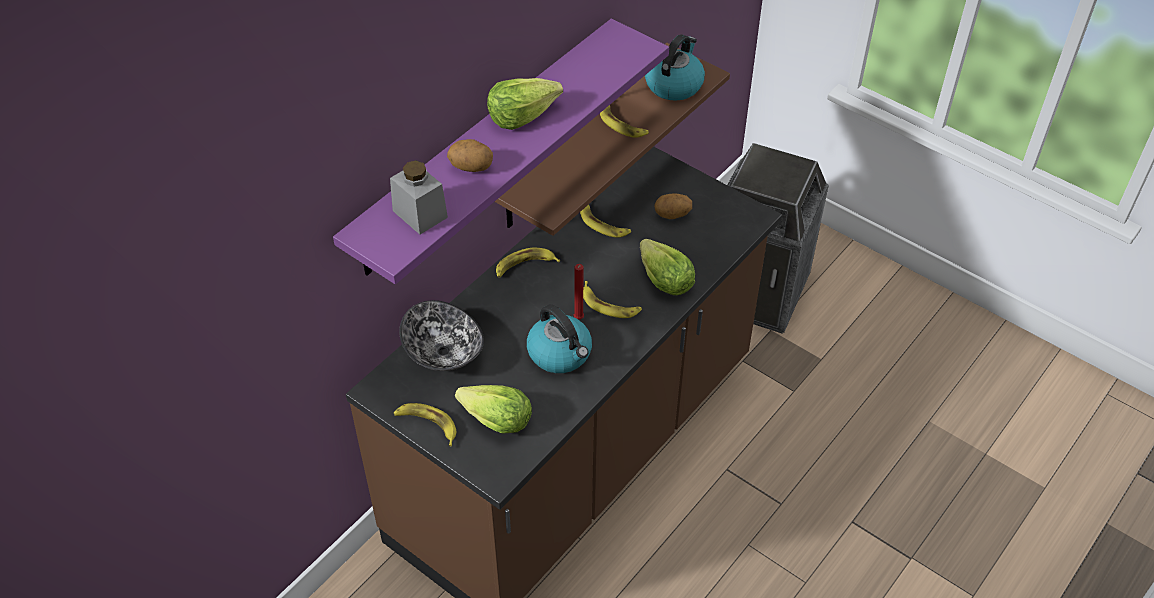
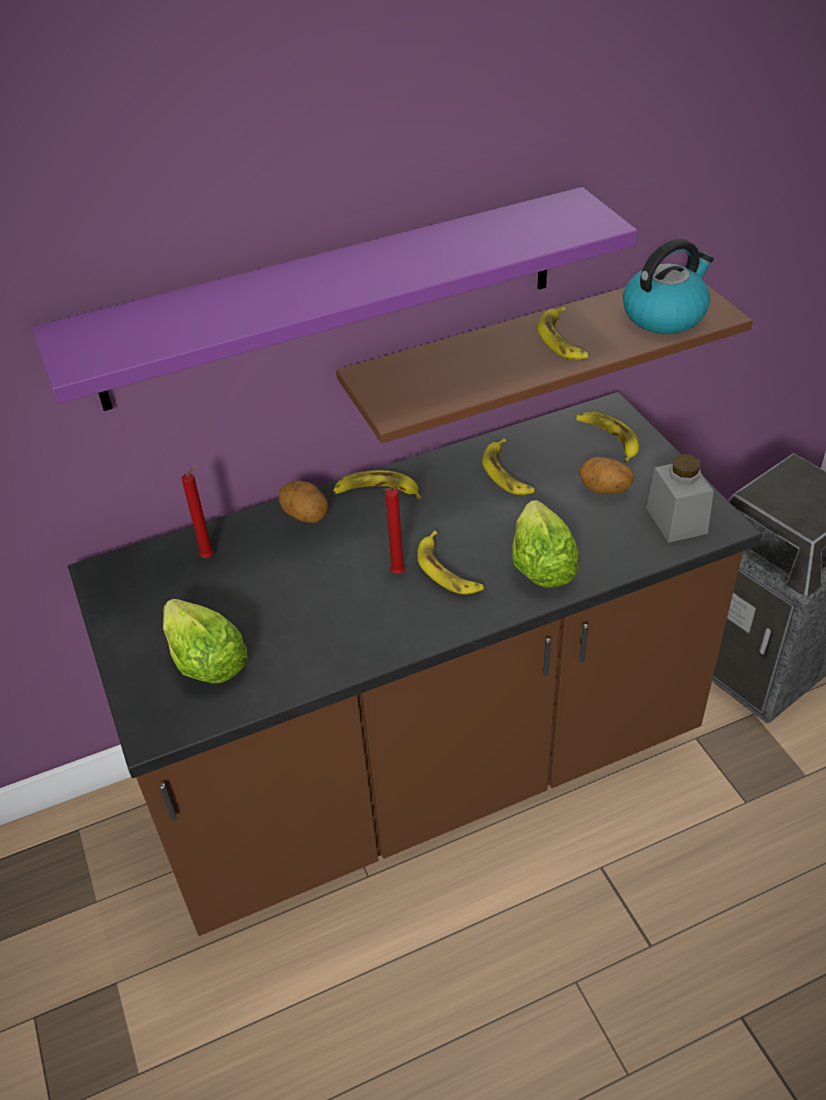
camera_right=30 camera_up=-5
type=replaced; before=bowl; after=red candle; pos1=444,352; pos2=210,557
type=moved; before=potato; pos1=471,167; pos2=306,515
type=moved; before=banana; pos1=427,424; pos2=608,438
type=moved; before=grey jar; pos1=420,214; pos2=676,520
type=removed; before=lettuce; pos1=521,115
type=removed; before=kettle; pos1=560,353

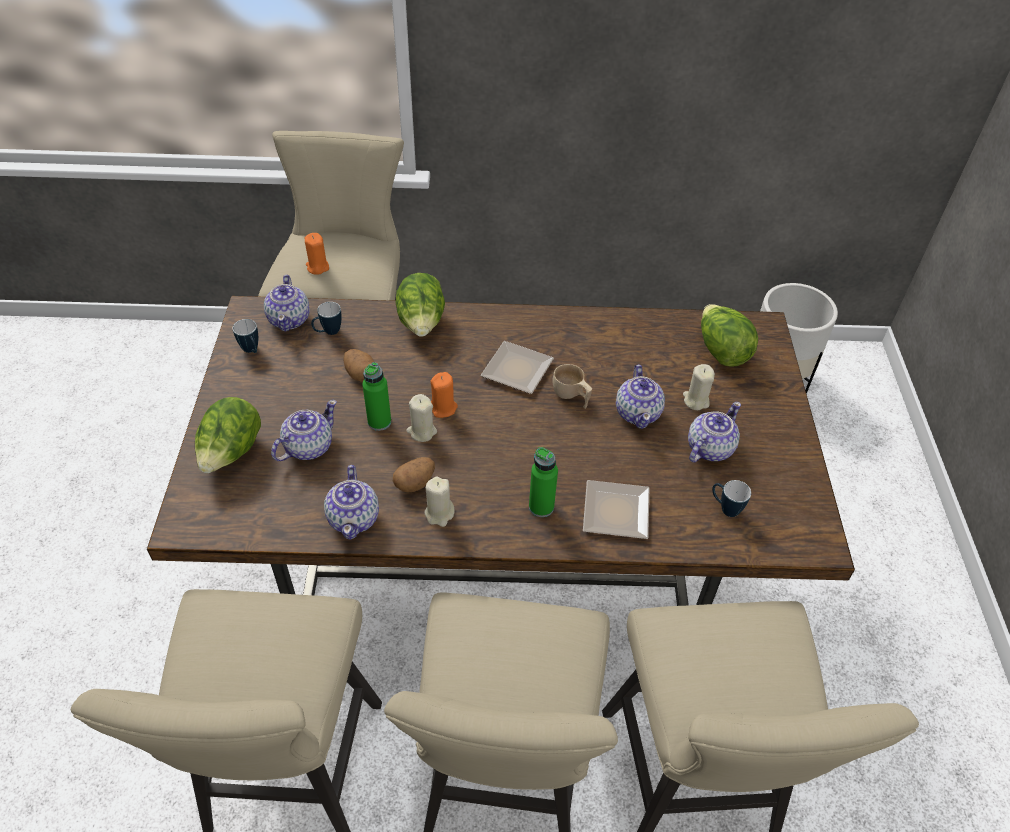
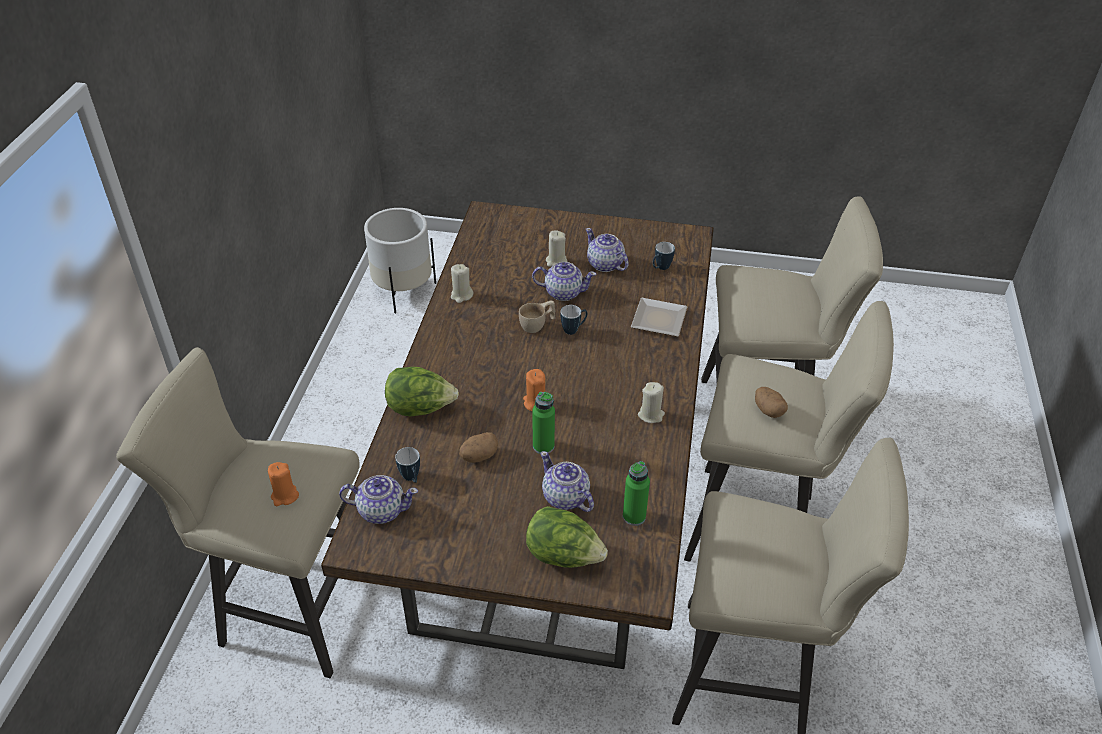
camera_right=-80 camera_up=-5
type=moved; before=beige candle; pos1=421,431; pos2=461,295
type=moved; before=mug; pos1=252,351; pos2=574,330
type=moved; before=green bottle; pos1=541,507; pos2=634,516
type=moved; before=potato; pos1=415,483; pos2=768,410
type=removed; before=teapot; pos1=354,518
type=removed; before=plate; pos1=514,371
type=removed; before=lettuce; pos1=721,351

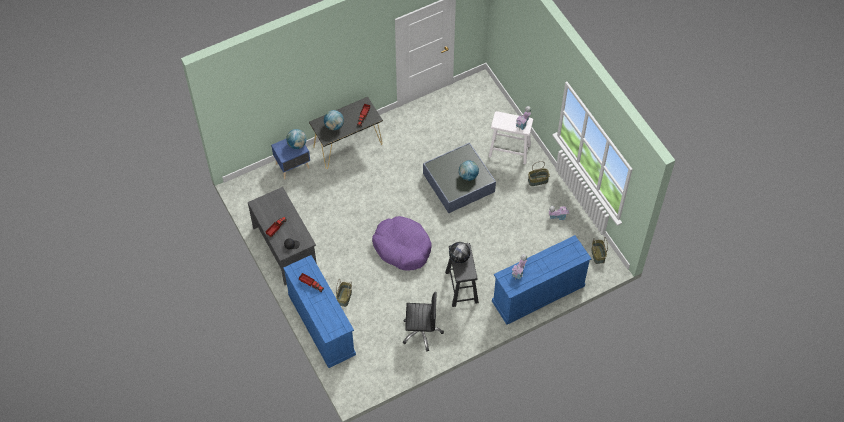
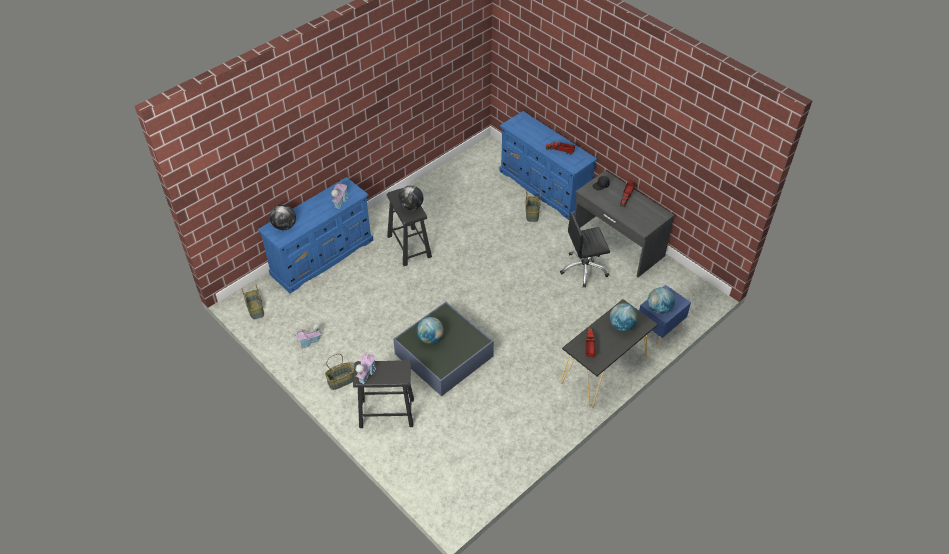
camera_right=165 camera_up=-10
type=added; after=globe; pos2=285,226
type=recoloured; before=white stool; after=black stool; pos1=509,150; pos2=386,412
type=moved; before=black office chair; pos1=421,332; pos2=584,269
type=removed; before=purple dog bed; pos1=402,247

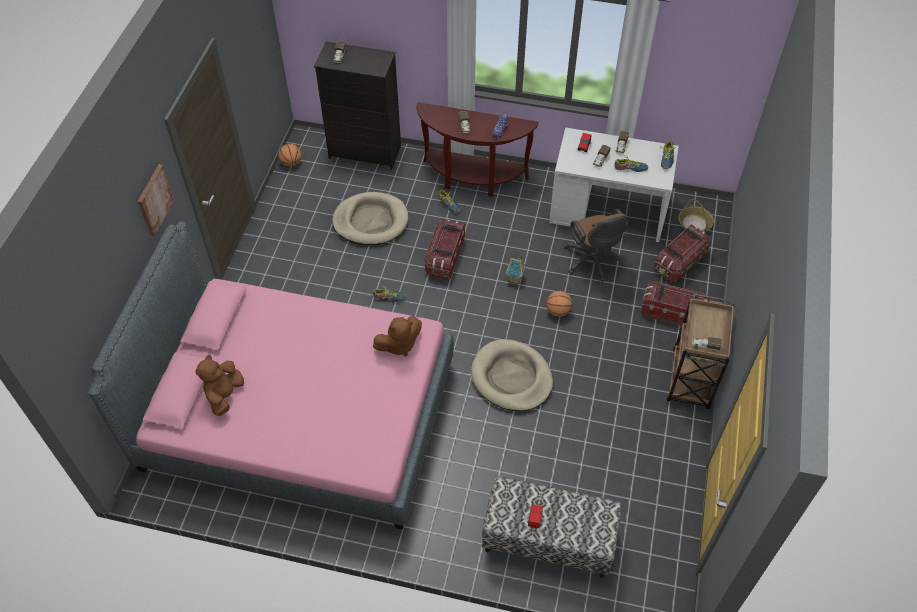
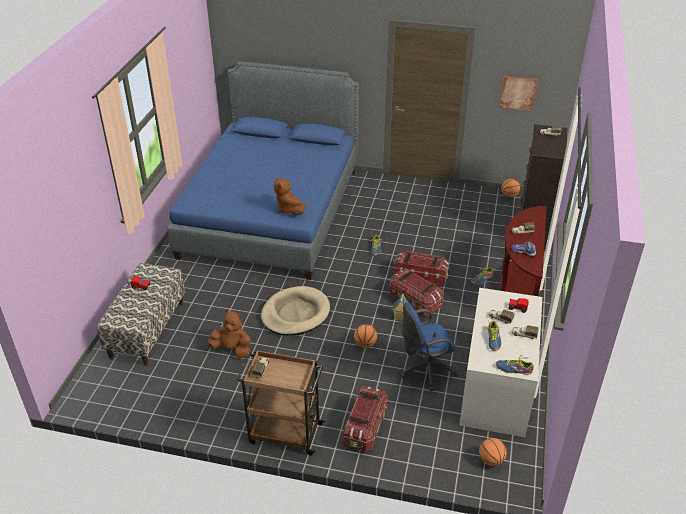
camera_right=90 camera_up=-15
type=recoloured; before=pink bed; after=blue bed; pos1=298,416; pos2=271,212
type=moved; before=brown plush toy; pos1=224,395; pos2=232,349
type=moved; before=storage box; pos1=680,262; pos2=414,301
type=recoloured; before=brown office chair; after=blue office chair; pos1=592,262; pos2=425,370
type=replaced; before=basket; after=basketball; pos1=694,224; pos2=491,460
type=moved; before=picture; pos1=154,200; pos2=518,92
type=removed; before=beige dog bed; pos1=371,221

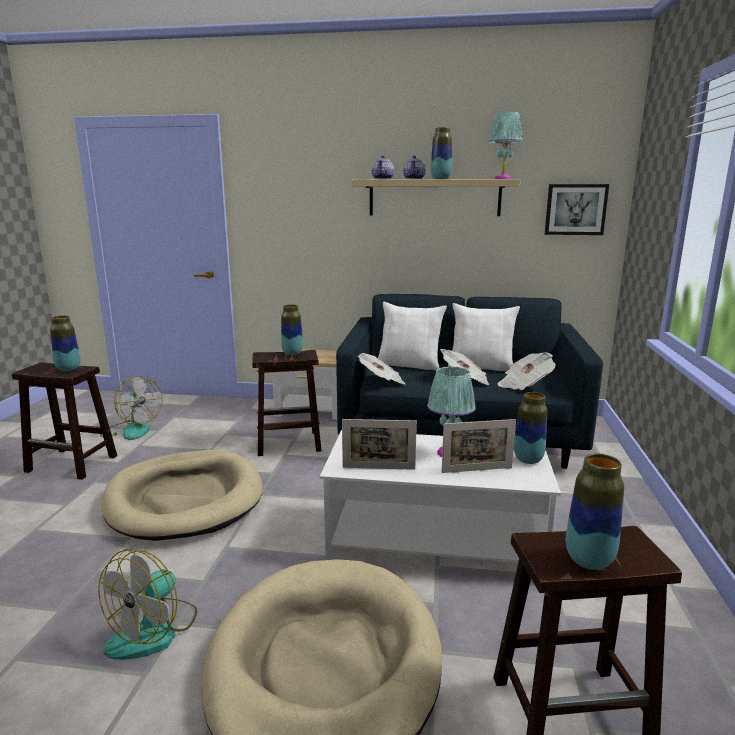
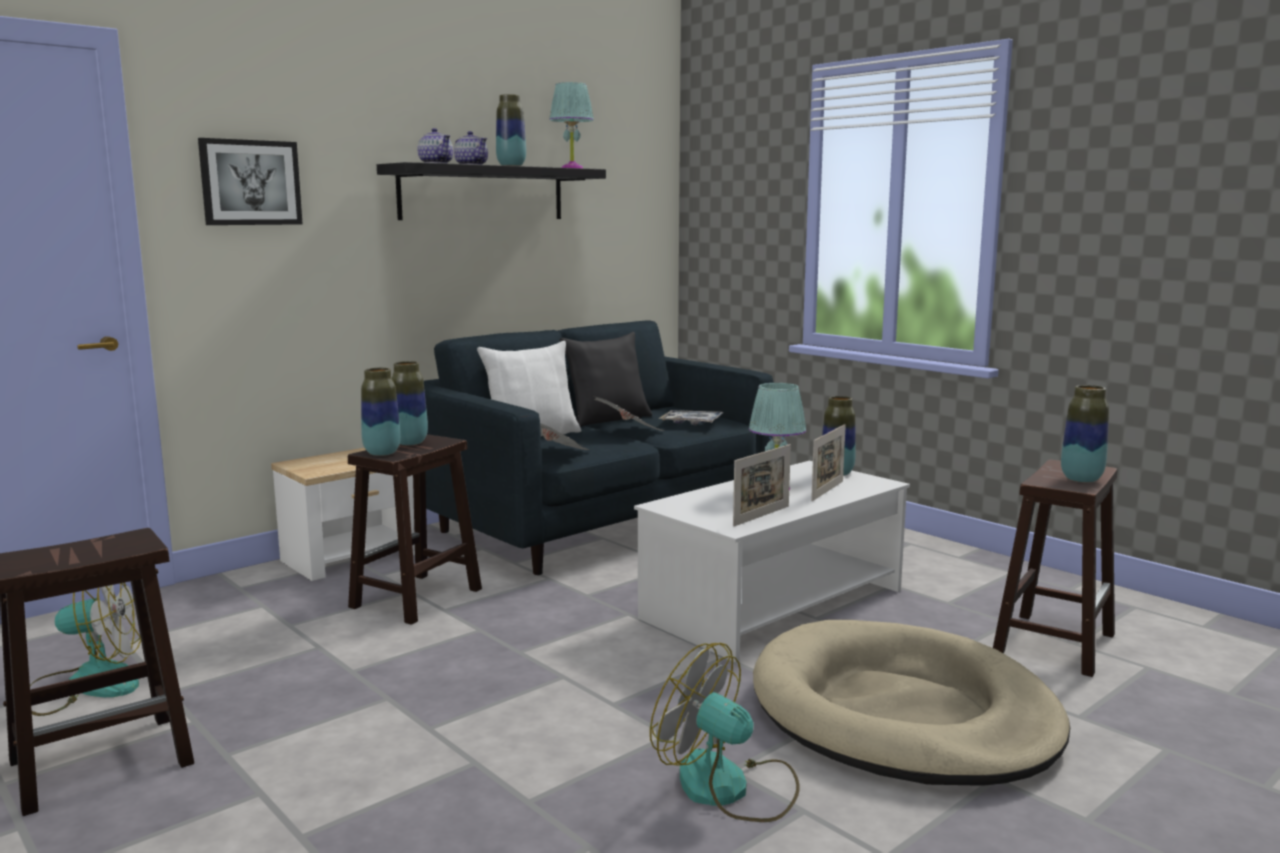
camera_right=-50 camera_up=-5
type=moved; before=picture; pos1=575,209; pos2=250,182
type=moved; before=vase; pos1=68,369; pos2=382,453
type=recoloured; before=beige shelf; after=black shelf; pos1=434,198; pos2=483,193
type=recoloured; before=white pillow; after=black pillow; pos1=481,367; pos2=607,419
type=turned; before=fan; pos1=154,631; pos2=729,788; turn=150
type=replaced; before=newspaper; after=tray; pos1=524,385; pos2=691,423
type=removed; before=beige dog bed; pos1=185,499

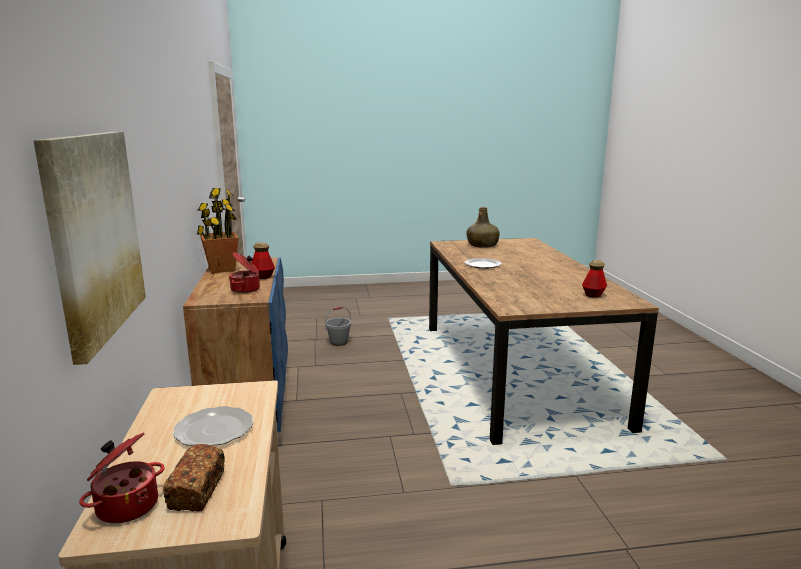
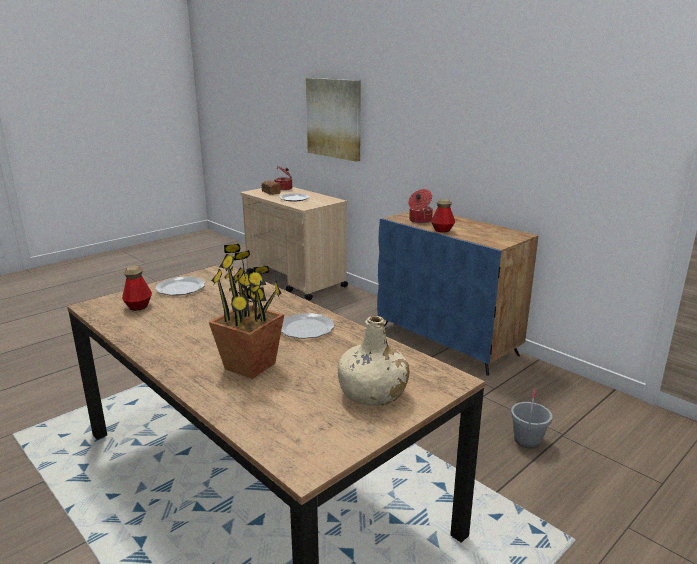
camera_right=145 camera_up=5
type=added; after=plate; pos2=181,288
type=moved; before=potted plant; pos1=221,269; pos2=250,365
type=recoloured; before=green bottle; after=beige bottle; pos1=482,245; pos2=372,393

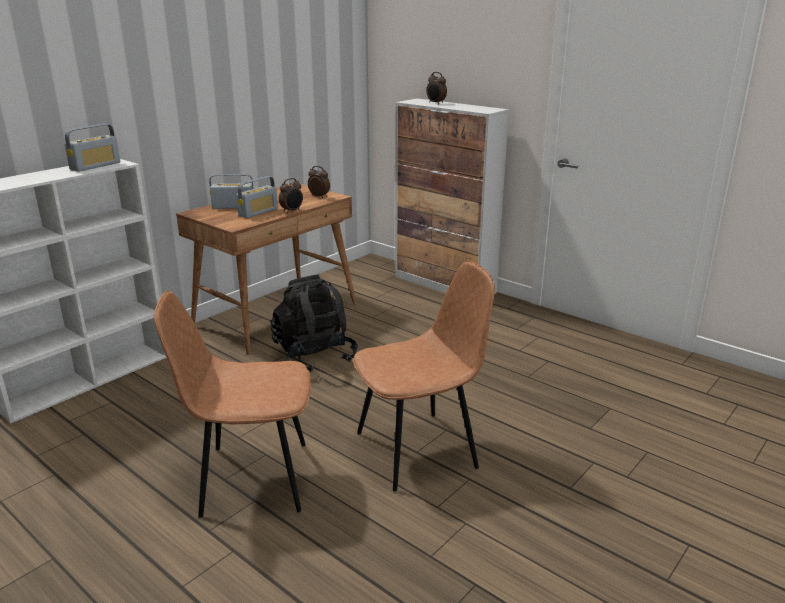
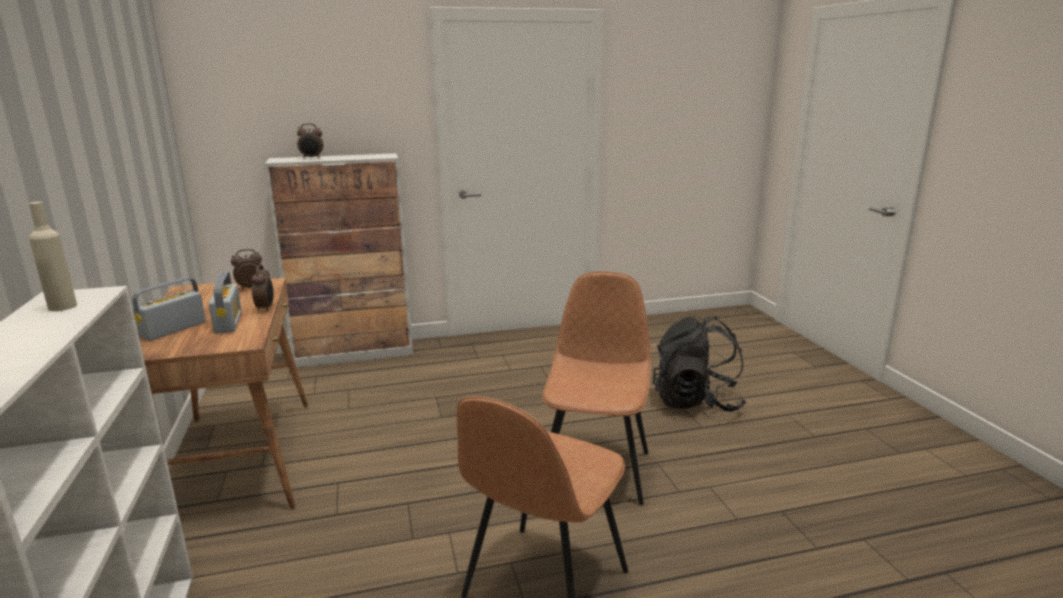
camera_right=-55 camera_up=-5
type=replaced; before=radio; after=beige bottle; pos1=95,166; pos2=62,307
type=moved; before=black backpack; pos1=314,356; pos2=696,402

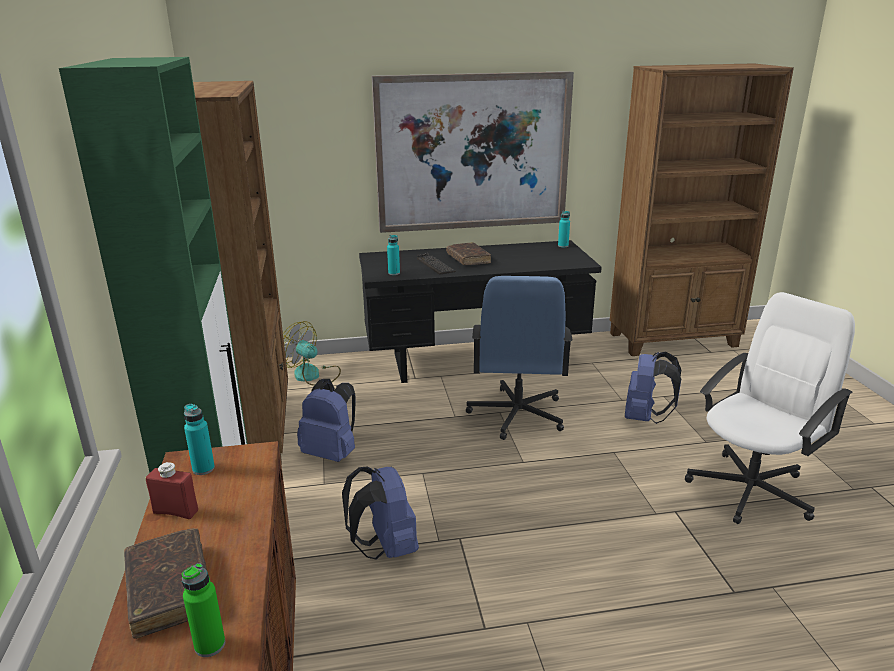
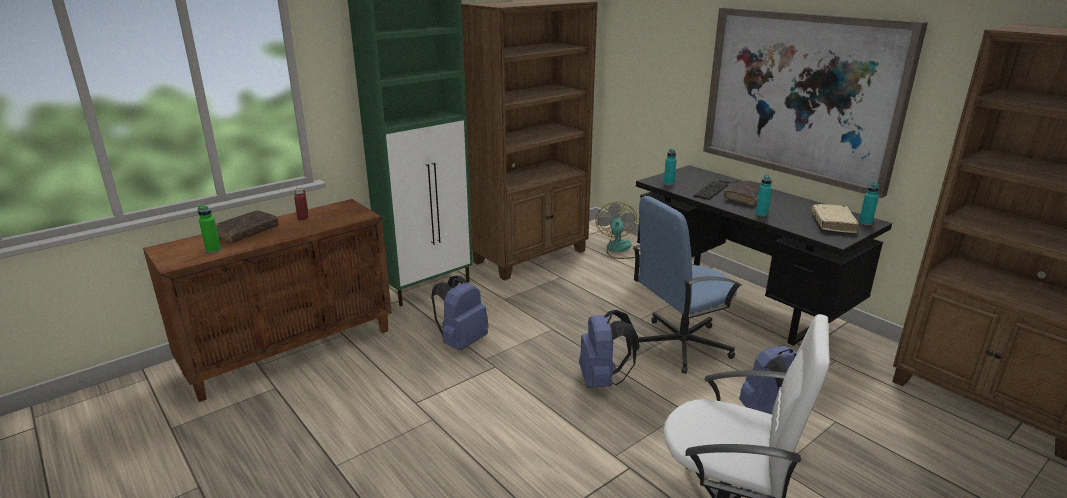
camera_right=60 camera_up=0
type=moved; before=blue backpack; pos1=332,453; pos2=602,380
type=moved; before=turquoise bottle; pos1=203,469; pos2=761,214
type=added; after=beige book; pos2=833,223

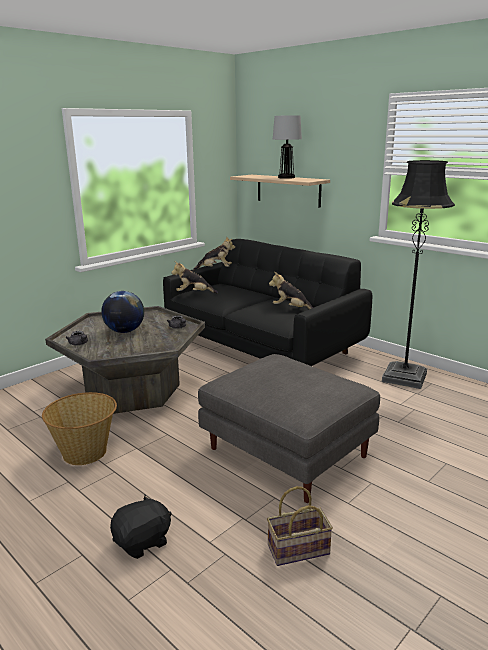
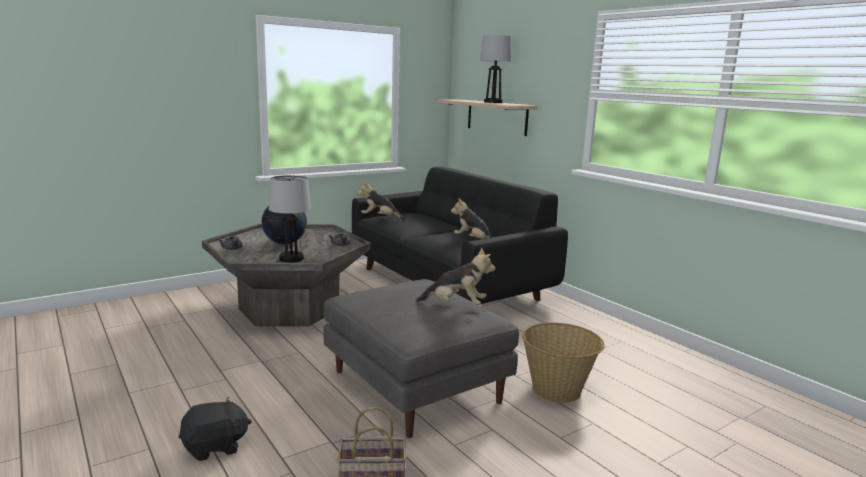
camera_right=10 camera_up=-5
type=added; after=table lamp; pos2=291,259
type=moved; before=plush toy; pos1=215,269; pos2=456,305
type=moved; before=basket; pos1=85,452; pos2=557,390
type=removed; before=black floor lamp; pos1=404,377

